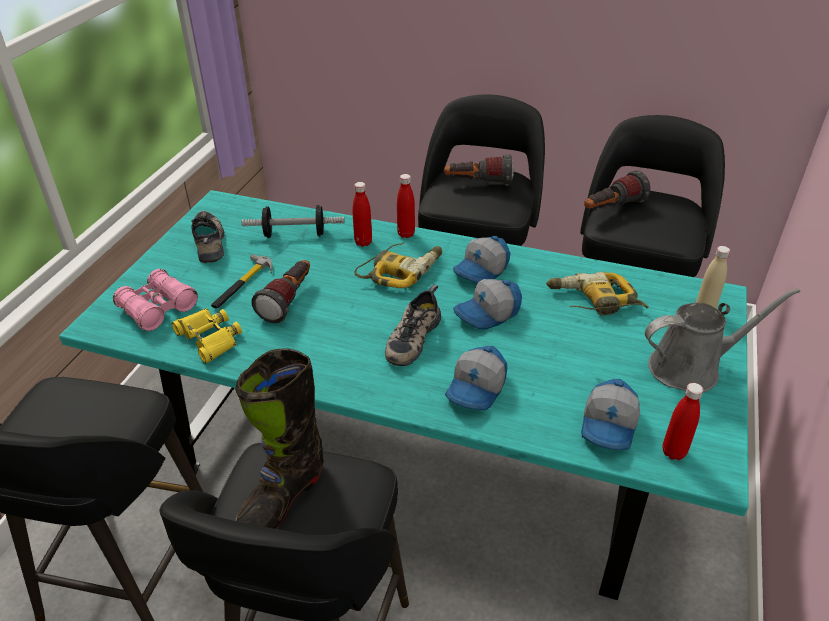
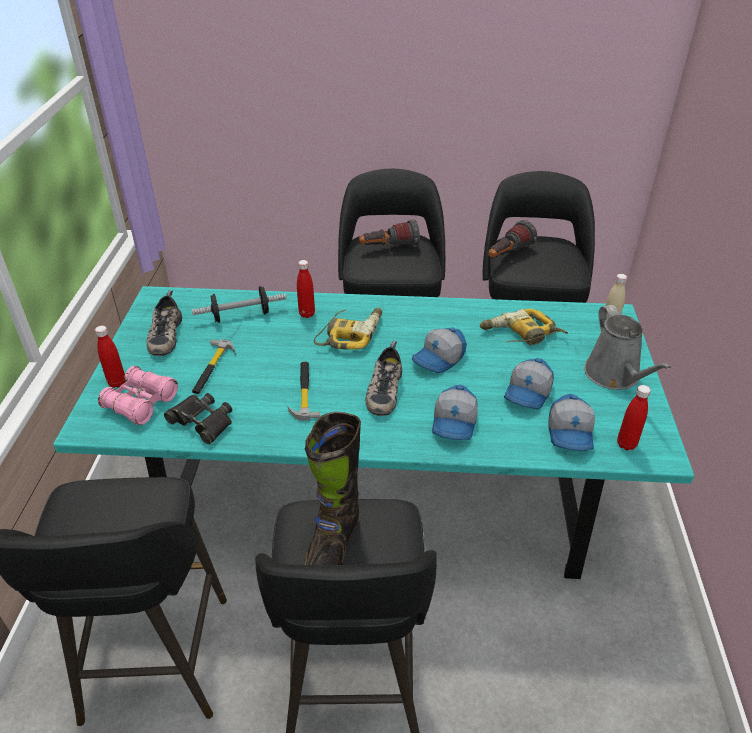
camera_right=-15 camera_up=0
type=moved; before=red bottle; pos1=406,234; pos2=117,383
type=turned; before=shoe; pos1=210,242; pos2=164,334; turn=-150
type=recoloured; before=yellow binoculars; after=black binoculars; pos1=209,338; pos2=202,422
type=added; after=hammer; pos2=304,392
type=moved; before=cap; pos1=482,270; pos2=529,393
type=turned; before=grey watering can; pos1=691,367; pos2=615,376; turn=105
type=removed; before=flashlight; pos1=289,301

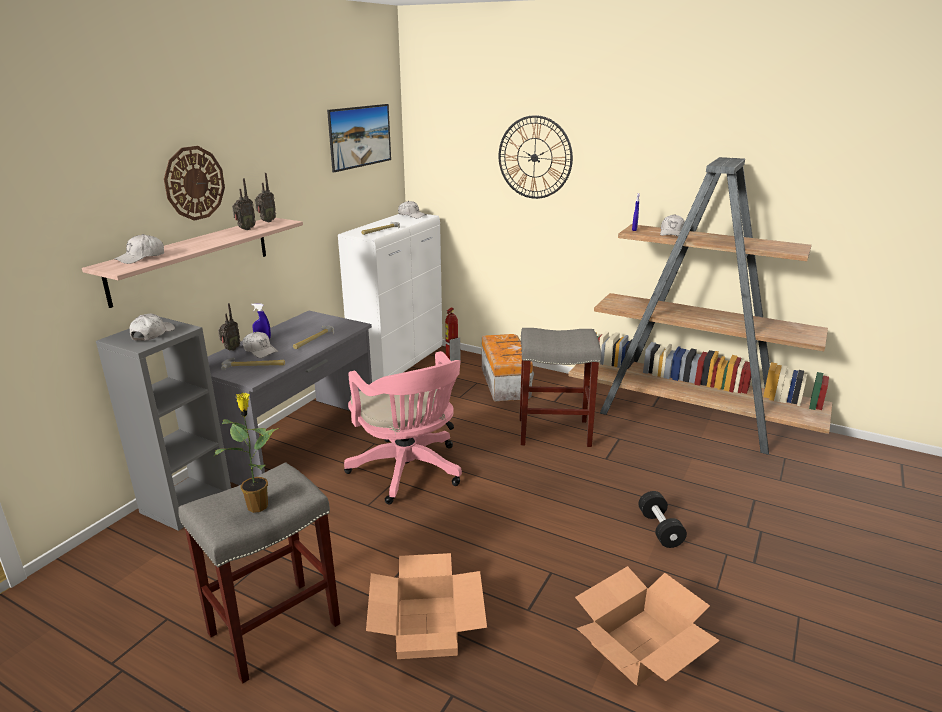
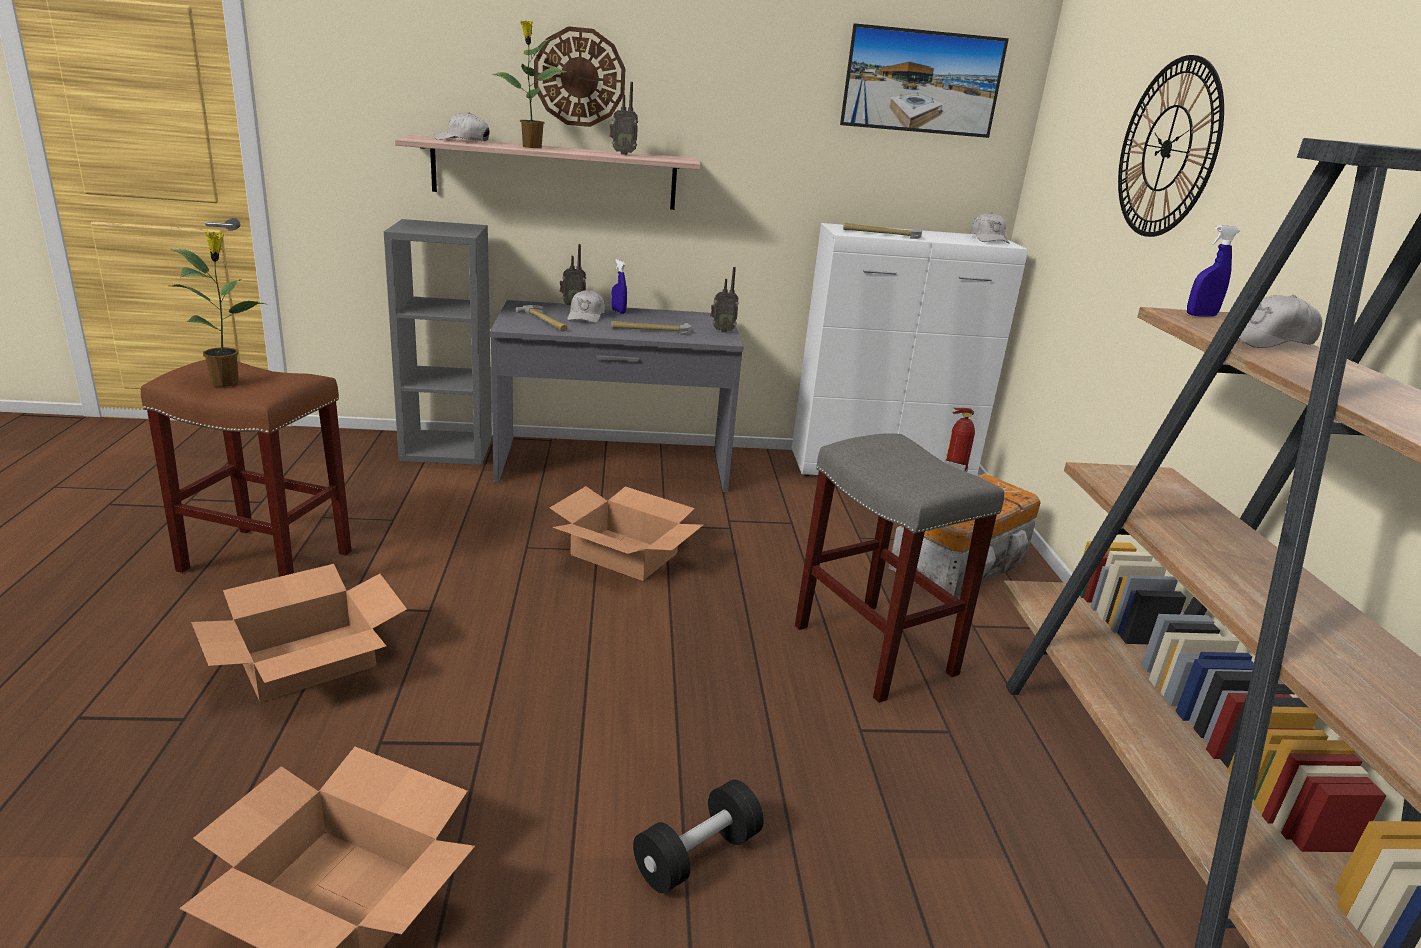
camera_right=55 camera_up=0
type=recoloured; before=grey stool; after=brown stool; pos1=275,627; pos2=269,561
type=added; after=potted plant; pos2=531,147
type=replaced; before=pink office chair; after=cardboard box; pos1=409,472; pos2=624,554
type=moved; before=radio; pos1=266,221; pos2=722,331
type=removed; before=white cap; pos1=152,334

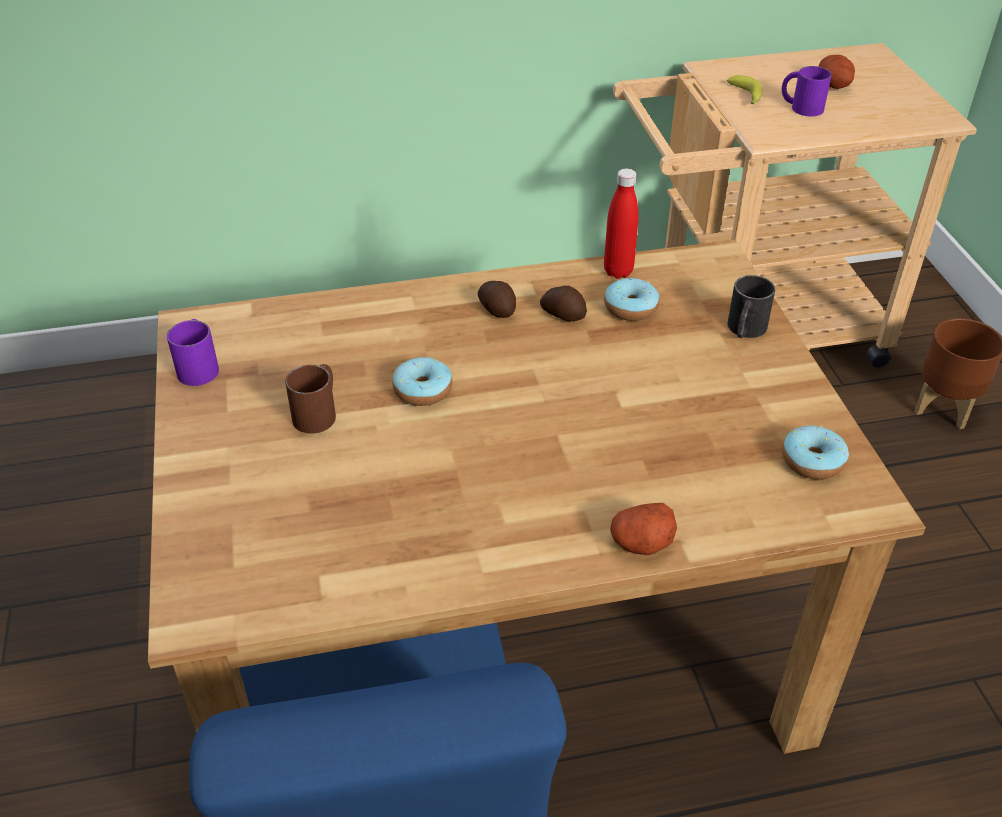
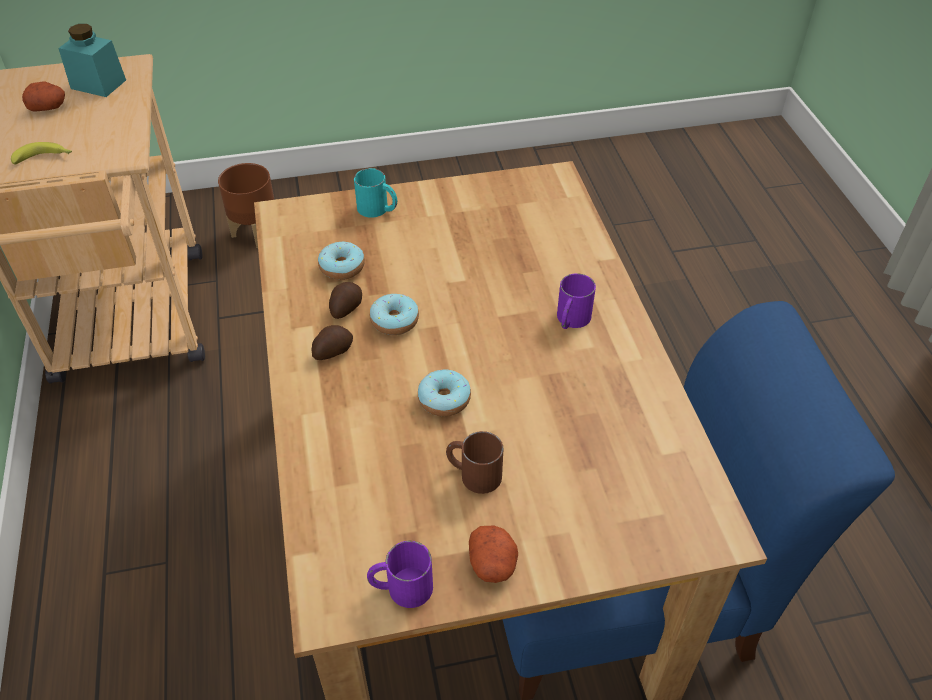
camera_right=-90 camera_up=5
type=added; after=turquoise jar; pos2=98,84
type=recoloured; before=black mug; after=turquoise mug; pos1=744,330; pos2=378,209
type=moved; before=donut; pos1=812,461; pos2=394,321
type=moved; before=potato; pos1=641,543; pos2=493,564
type=moved; before=purple mug; pos1=800,107; pos2=571,320
type=removed; before=red bottle; pos1=618,271

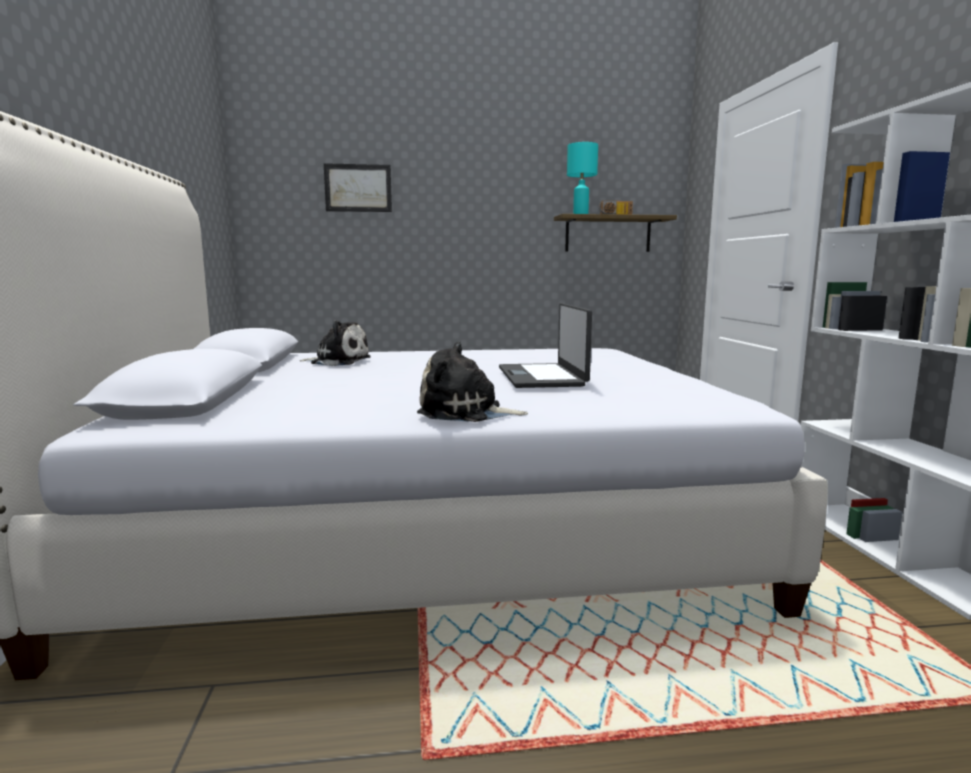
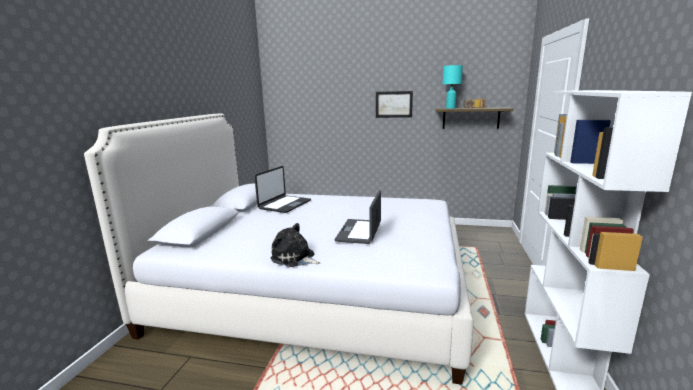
camera_right=20 camera_up=5
type=replaced; before=plush toy; after=laptop; pos1=338,361; pos2=284,205
type=moved; before=picture; pos1=358,188; pos2=394,104

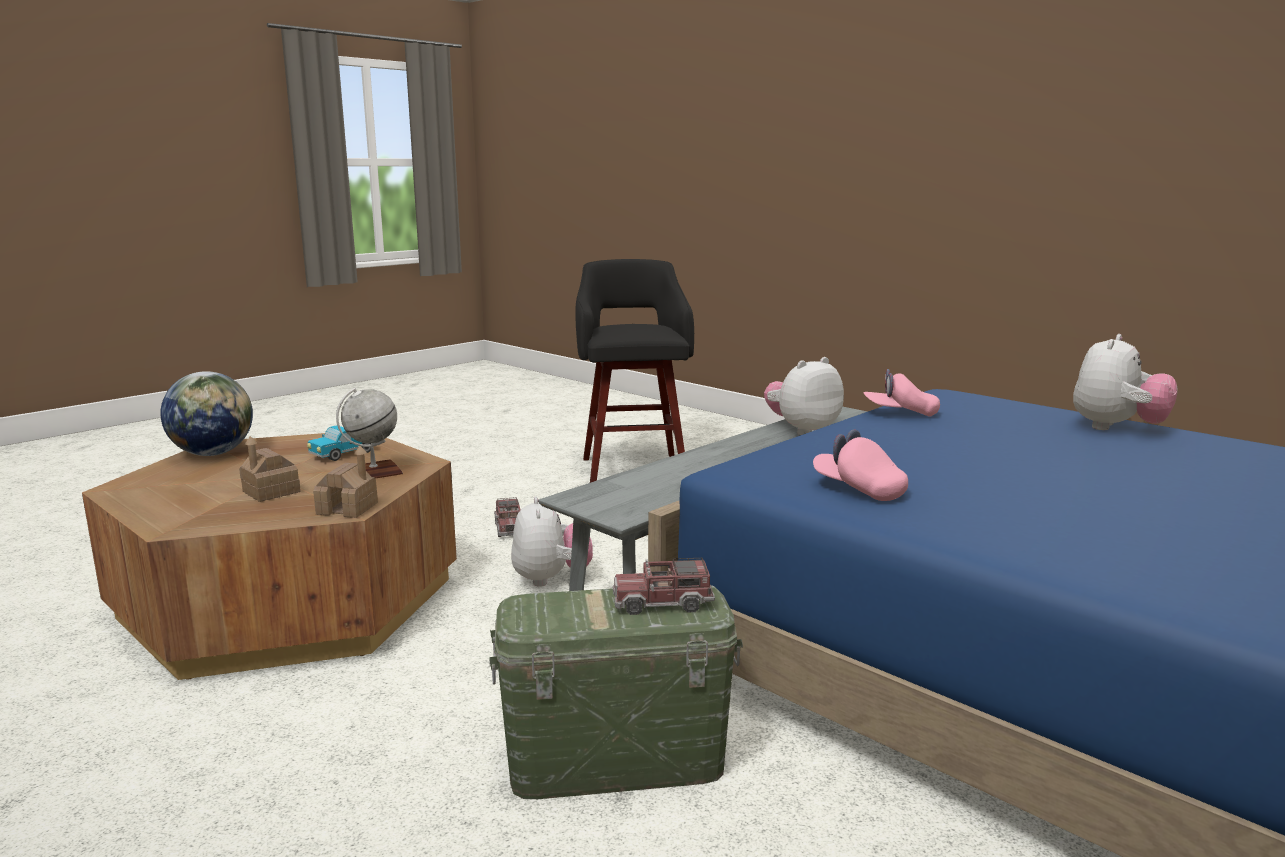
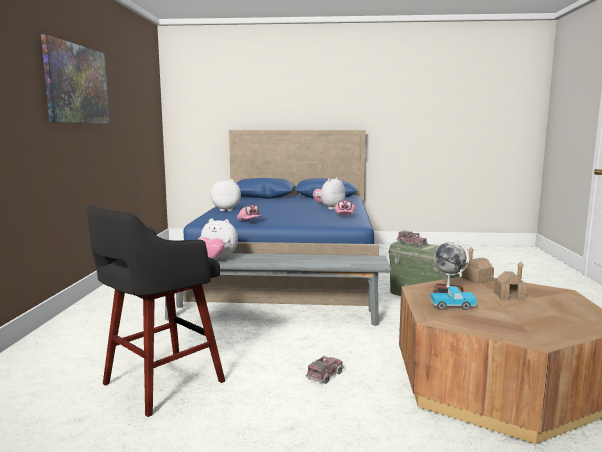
camera_right=-130 camera_up=-5
type=added; after=picture; pos2=77,84
type=moved; before=plush toy; pos1=551,579; pos2=329,208
type=removed; before=globe; pos1=213,453

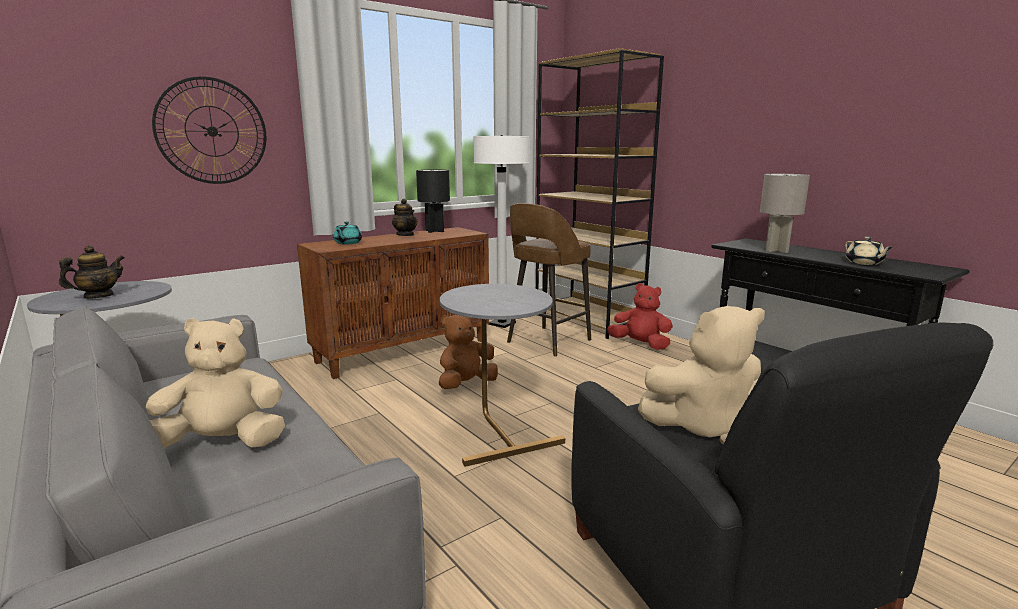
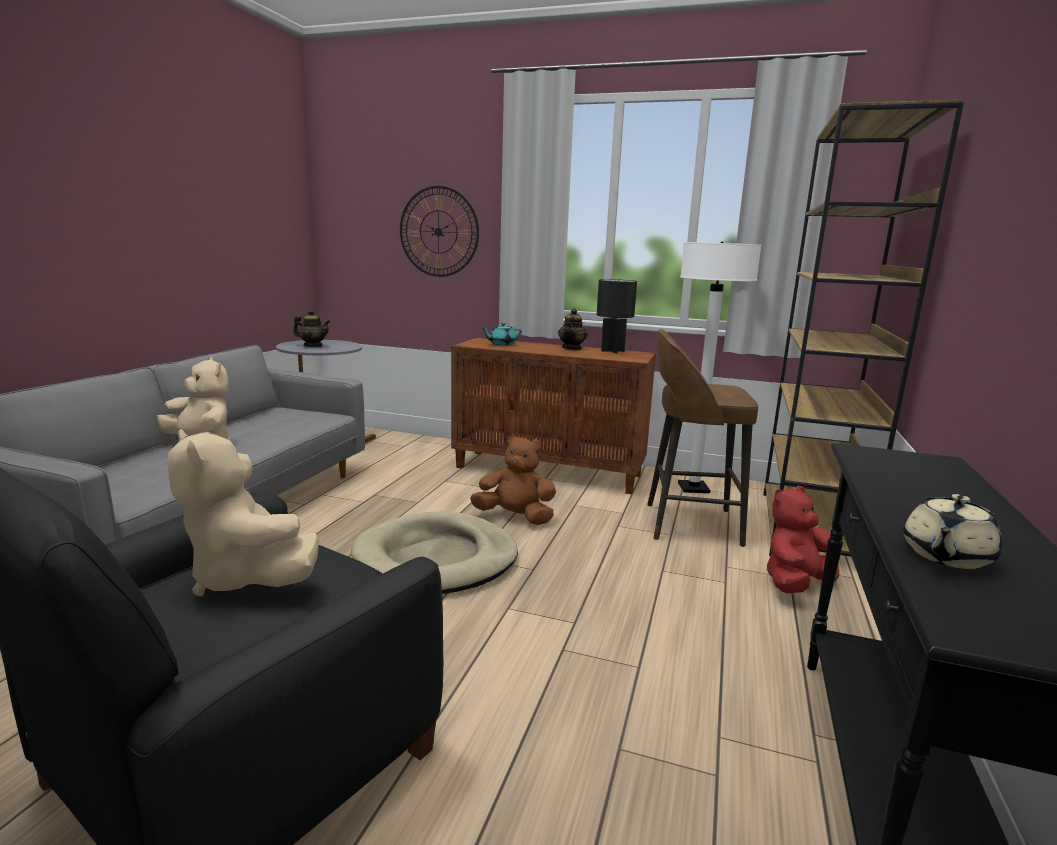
camera_right=55 camera_up=0
type=replaced; before=grey side table; after=beige dog bed; pos1=497,431; pos2=436,559
type=turned; before=red plush toy; pos1=640,344; pos2=795,583; turn=-120
type=removed; before=grey table lamp; pos1=776,250

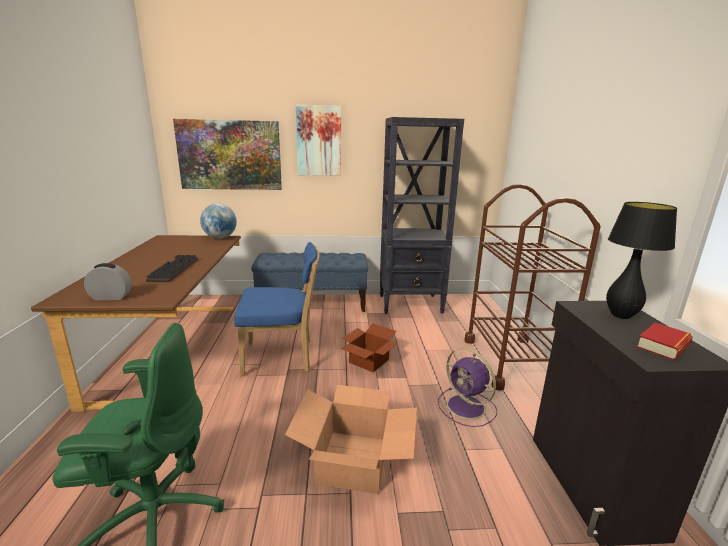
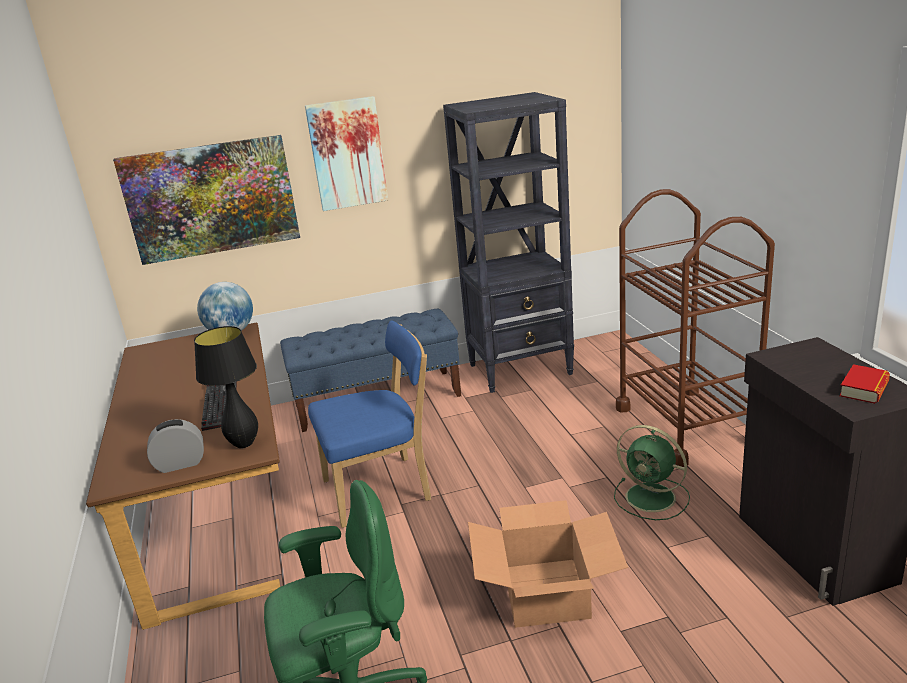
camera_right=-10 camera_up=5
type=moved; before=black table lamp; pos1=620,316; pos2=244,444
type=recoloured; before=purple fan; after=green fan; pos1=467,407; pos2=652,498
type=removed; before=cardboard box; pos1=367,361

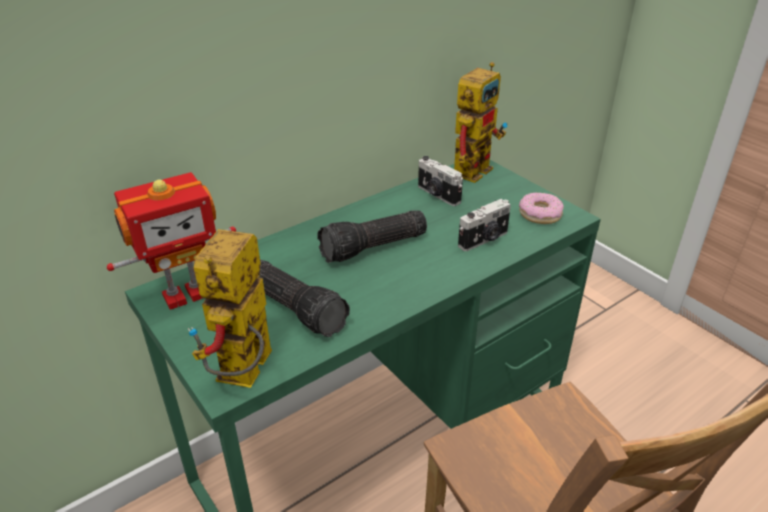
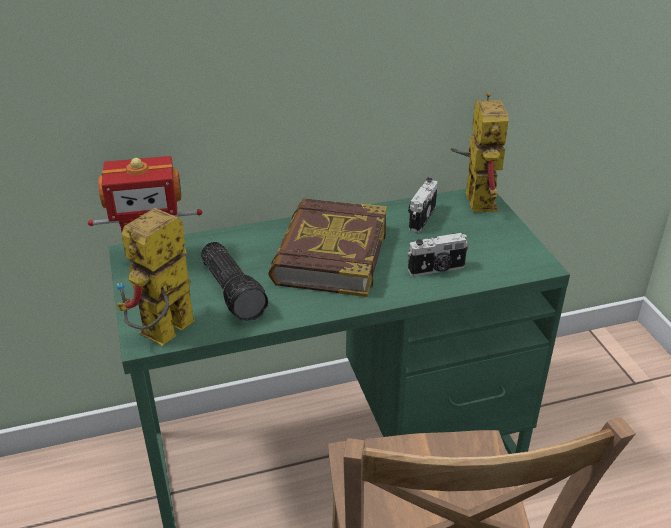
camera_right=20 camera_up=0
type=replaced; before=flashlight; after=book; pos1=374,248; pos2=330,255
type=turned; before=photo camera; pos1=437,195; pos2=420,218; turn=45
type=turned; before=toy robot; pos1=474,167; pos2=474,197; turn=-60
type=removed; before=donut; pos1=540,214

